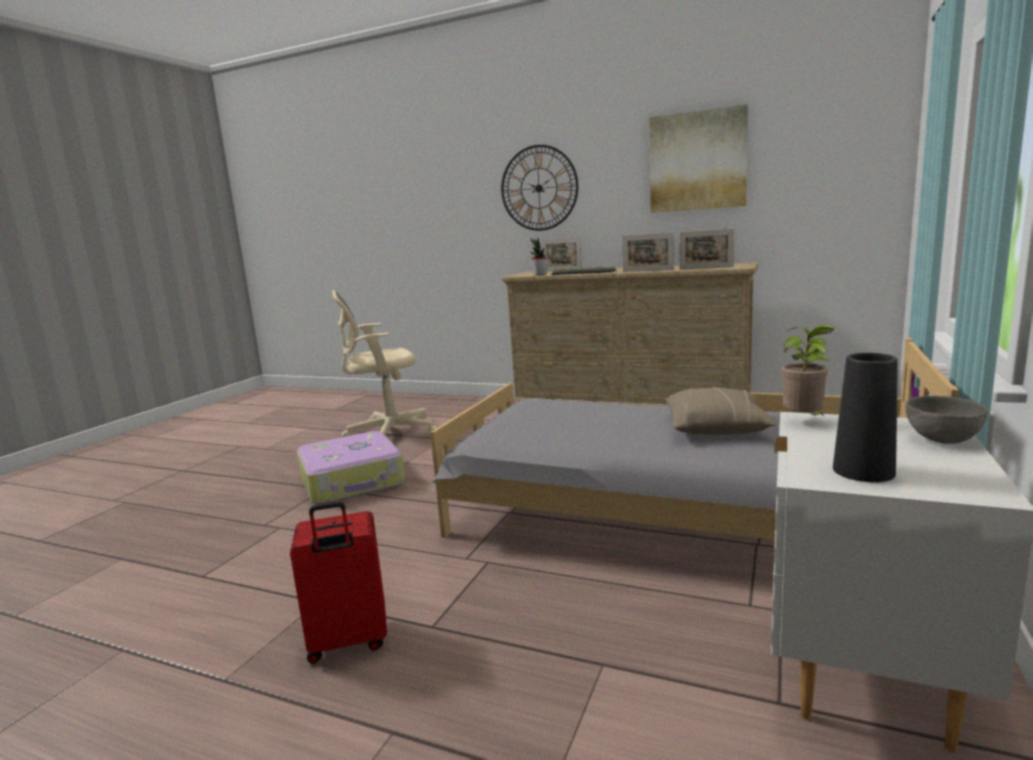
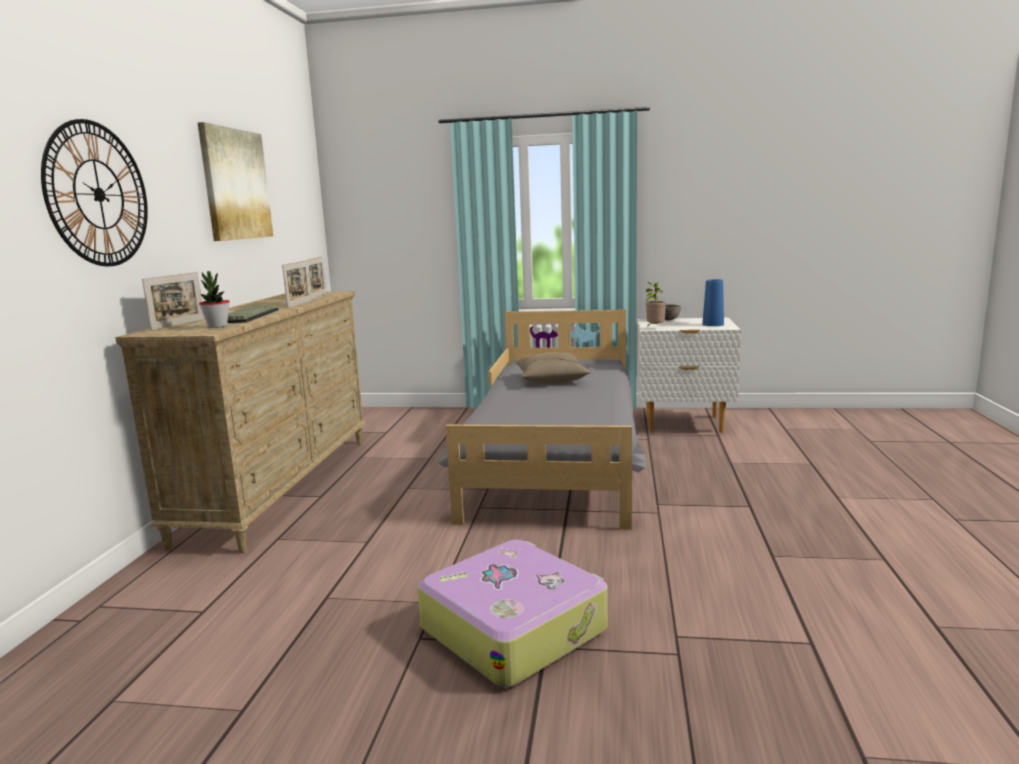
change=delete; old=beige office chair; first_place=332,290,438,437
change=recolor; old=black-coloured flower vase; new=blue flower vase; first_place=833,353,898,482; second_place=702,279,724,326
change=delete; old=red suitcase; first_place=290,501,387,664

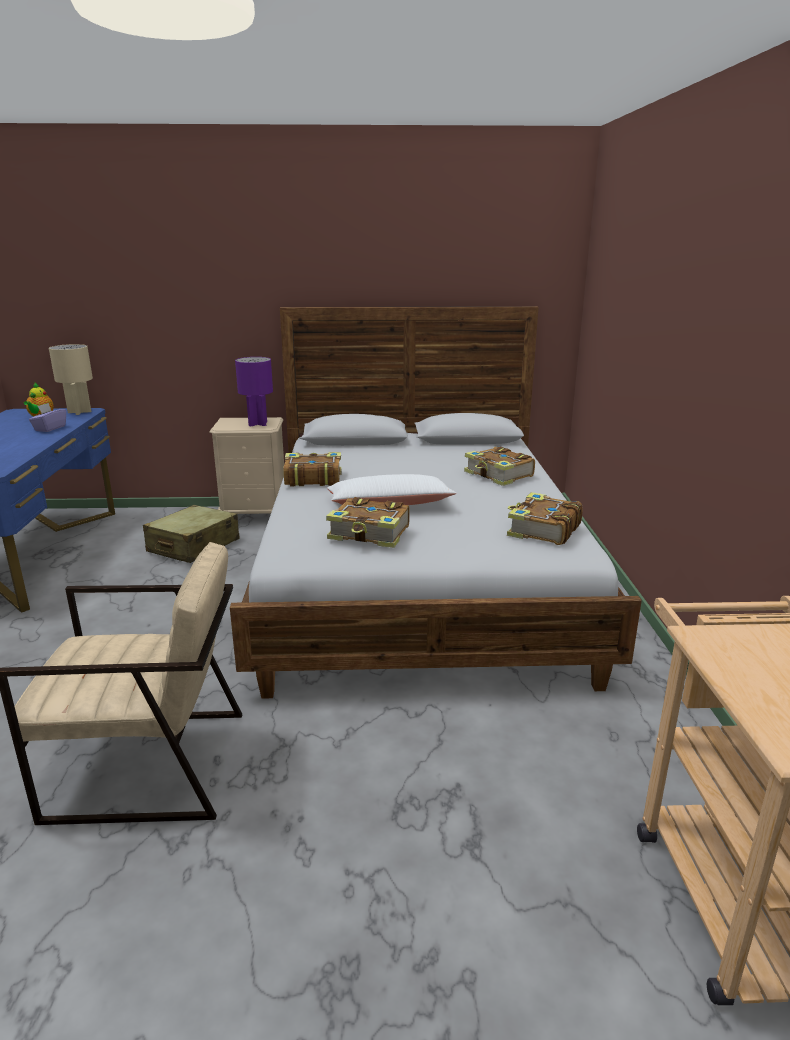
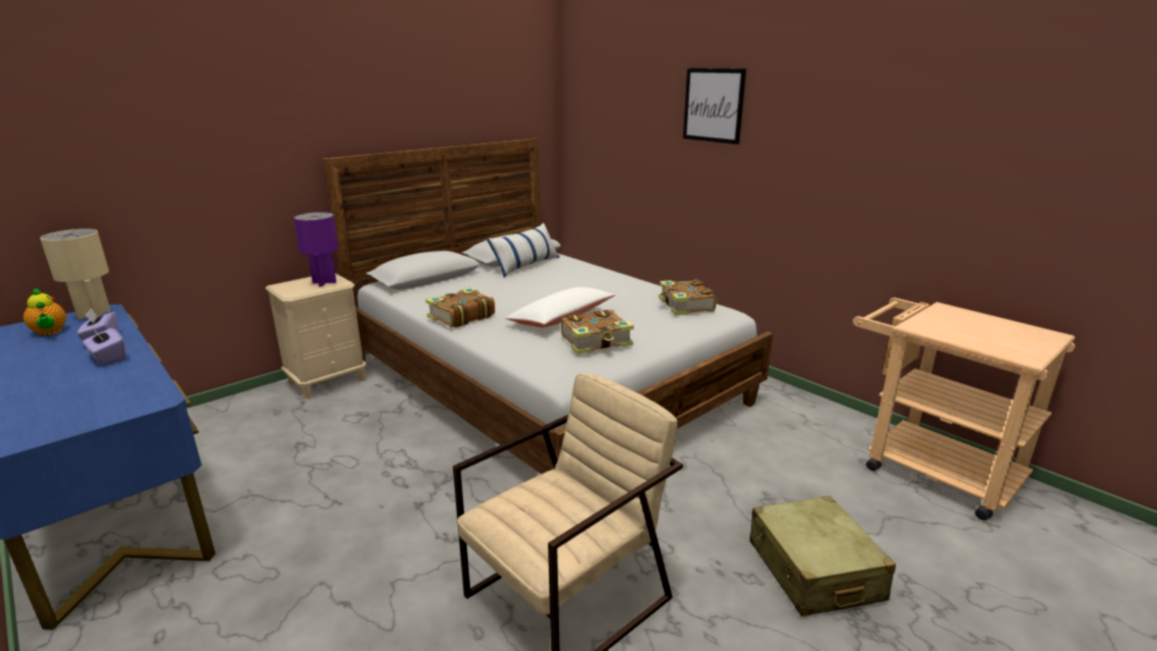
change=delete; old=volume; first_place=464,446,535,486
change=move; old=beige suitcase; first_place=143,505,240,563; second_place=750,496,896,616
change=insert; new=picture; second_place=683,68,746,144
change=insert; new=cushion; second_place=486,223,560,277
change=insert; new=purple-coloured tissue holder; second_place=83,327,126,366

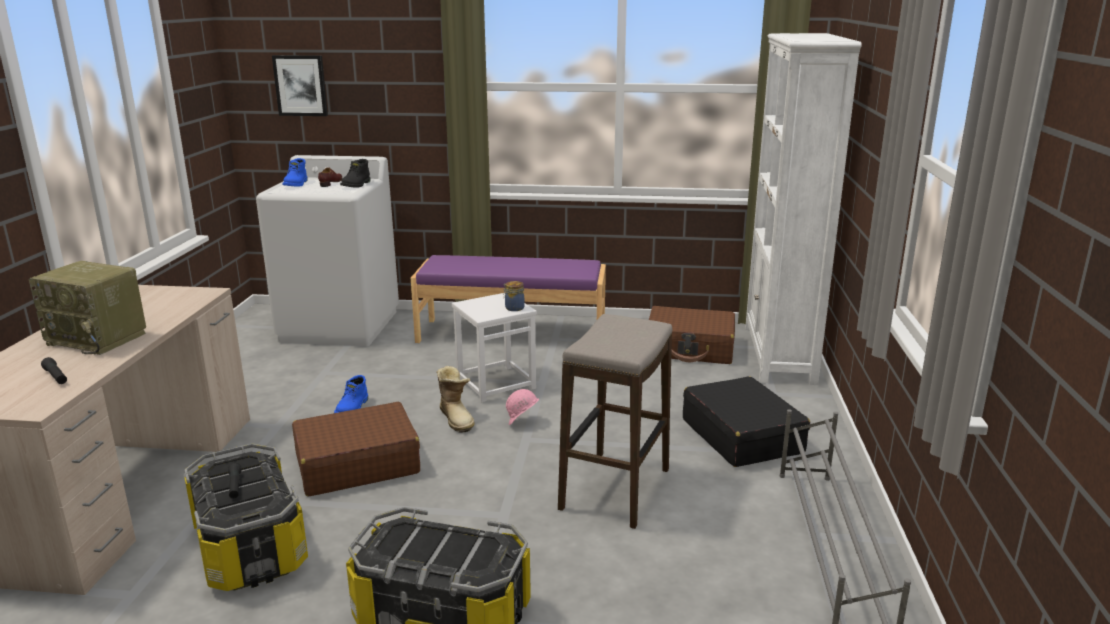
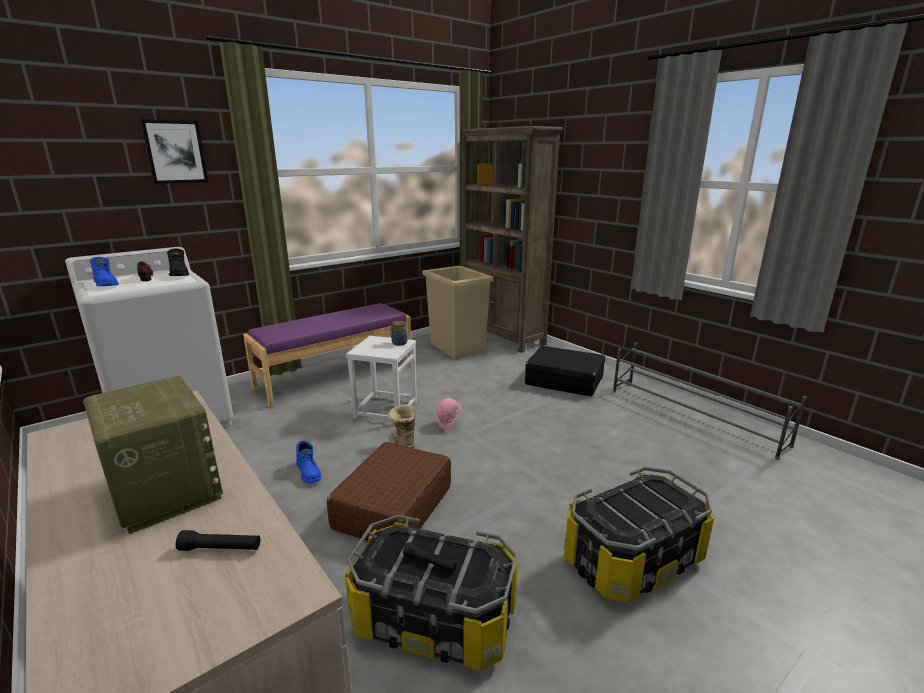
change=recolor; old=whitish bookshelf; new=brown-coloured bookshelf; first_place=745,33,862,385; second_place=462,126,563,353
change=move; old=picture; first_place=272,55,328,116; second_place=140,119,208,184
change=rotate; old=radio set; first_place=29,261,146,355; second_place=83,375,223,534; degrees=-105
change=replace; old=brown-coloured suitcase; new=beige trash can; first_place=649,306,735,364; second_place=422,266,493,359
change=delete; old=stool seat; first_place=558,314,672,529
change=rotate; old=tall boot; first_place=436,366,475,433; second_place=388,404,415,448; degrees=-120

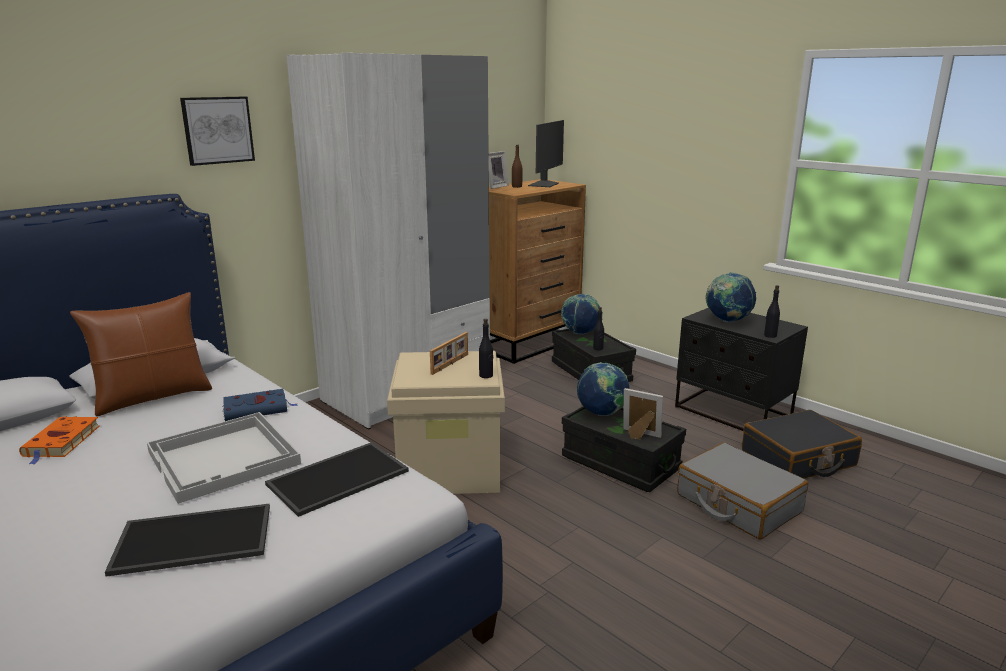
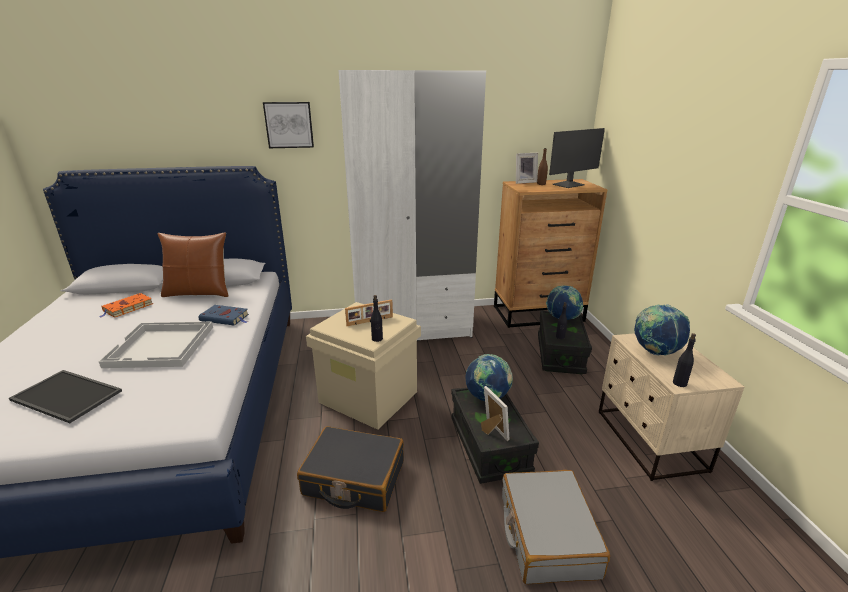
change=recolor; old=black-coloured bedside table; new=beige bedside table; first_place=675,308,808,431; second_place=599,333,744,481
change=move; old=black-coloured suitcase; first_place=742,410,862,478; second_place=297,426,404,512
change=delete; old=tray; first_place=265,442,409,517

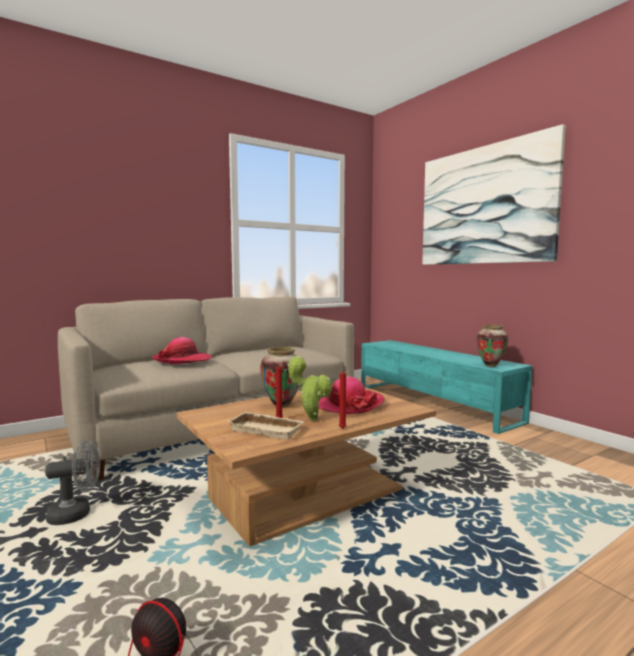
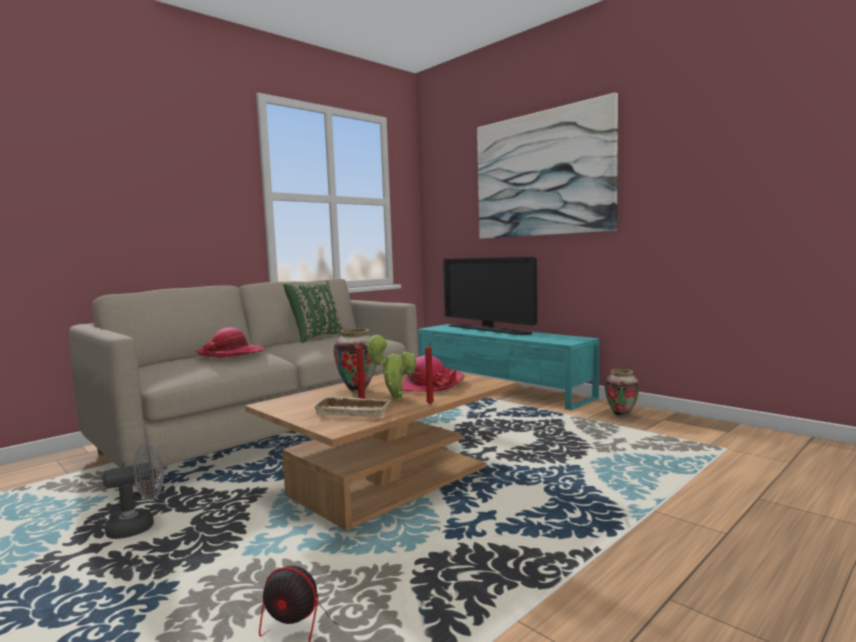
change=move; old=flower vase; first_place=477,325,508,367; second_place=604,369,640,417
change=insert; new=TV; second_place=443,257,537,335
change=insert; new=greenish cushion; second_place=283,280,343,343

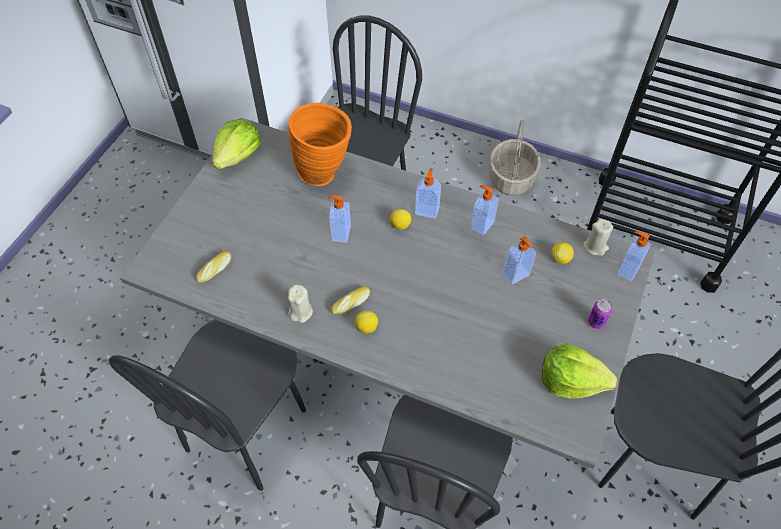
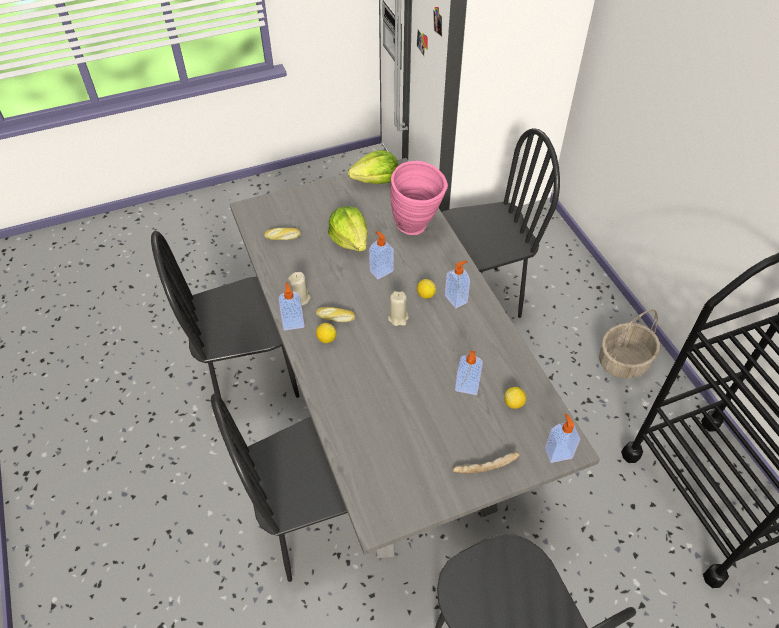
change=recolor; old=orange flower vase; new=pinkish flower vase; first_place=289,103,352,186; second_place=390,161,448,235
change=move; old=liquid soap bottle; first_place=471,185,499,236; second_place=278,282,305,330
change=move; old=beige candle; first_place=583,219,613,256; second_place=388,291,409,326
change=replace; old=metal can; new=baked bread; first_place=588,299,612,329; second_place=453,452,520,474
change=move; old=head of lettuce; first_place=542,343,617,398; second_place=328,206,368,252

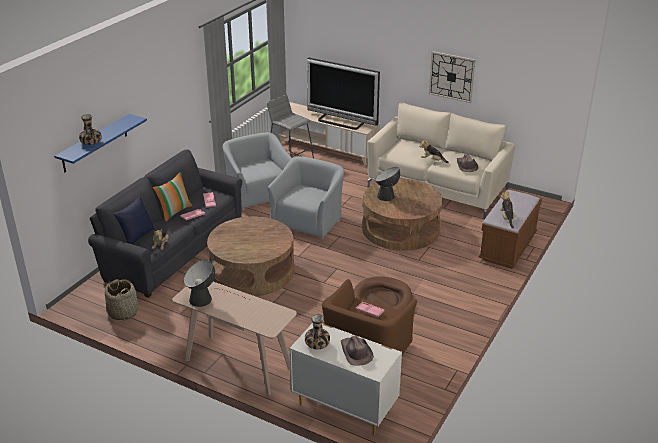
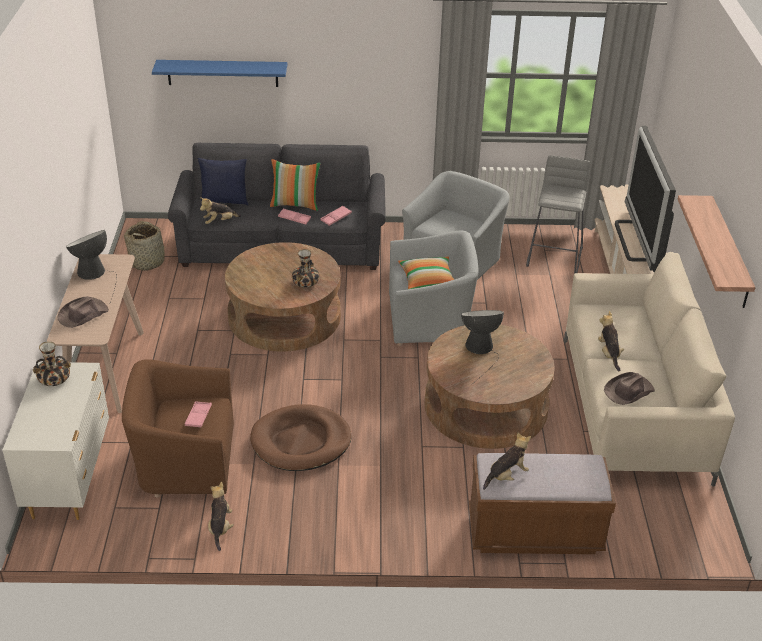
change=replace; old=clock on the wall; new=wall shelf; first_place=429,51,476,103; second_place=678,195,755,308
change=move; old=flower vase; first_place=79,114,102,145; second_place=292,249,319,287
change=move; old=brown-coloured wearable hat; first_place=341,336,374,365; second_place=58,296,109,328
change=insert; new=cushion; second_place=398,257,454,289
change=insert; new=soft toy; second_place=208,482,234,551

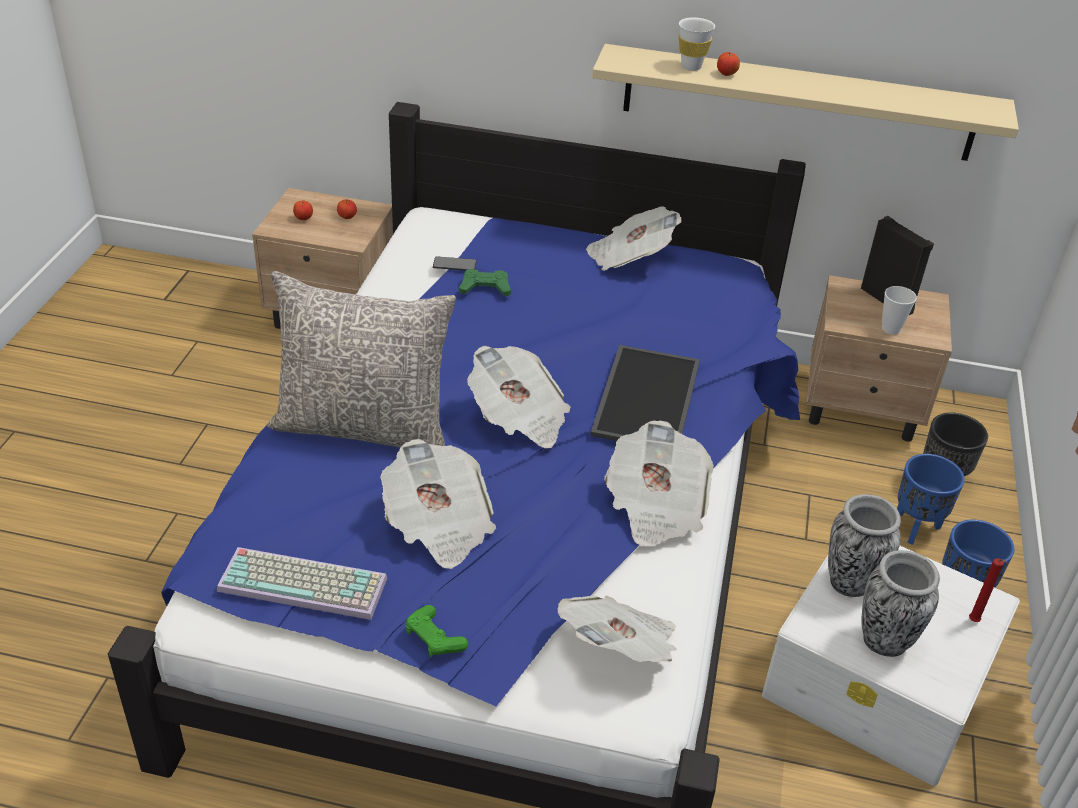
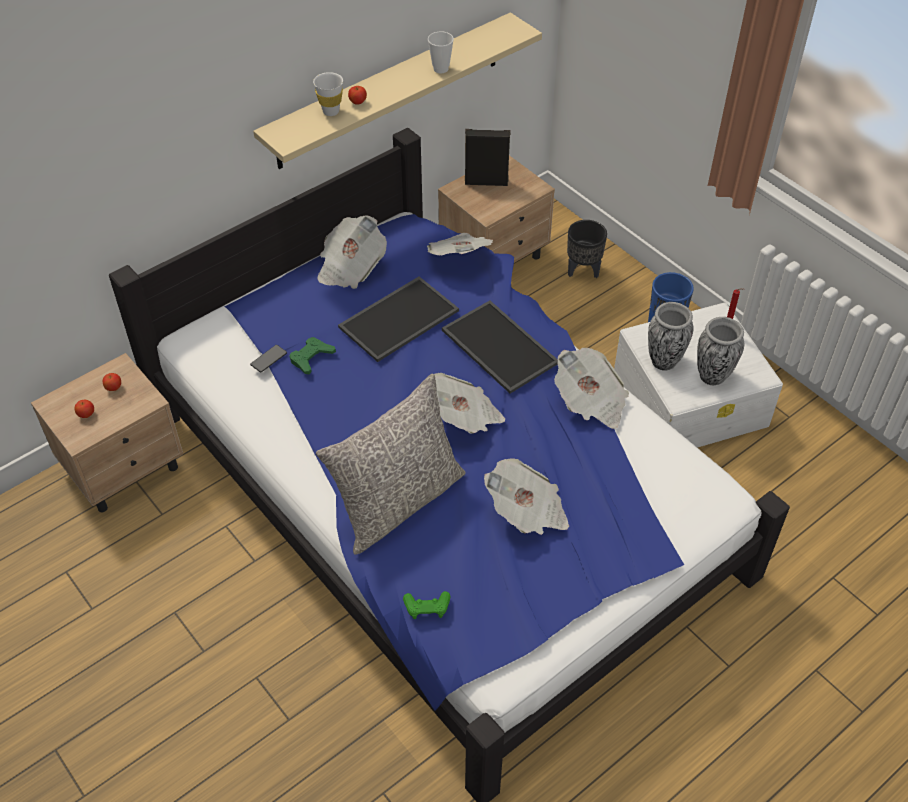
change=move; old=small cup; first_place=882,286,917,334; second_place=428,32,454,73
change=delete; old=blue planter; first_place=897,454,965,545
change=delete; old=PC keyboard; first_place=217,547,387,620
change=move; old=printed paper; first_place=558,596,677,662; second_place=427,233,493,255
change=move; old=greenish joypad; first_place=406,605,468,657; second_place=403,591,451,619
change=insert; new=tray; second_place=338,277,459,362

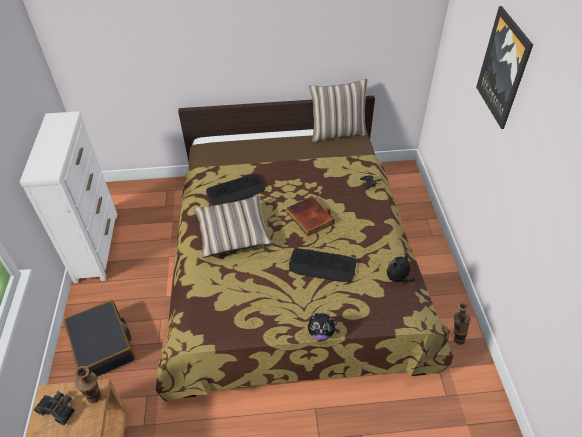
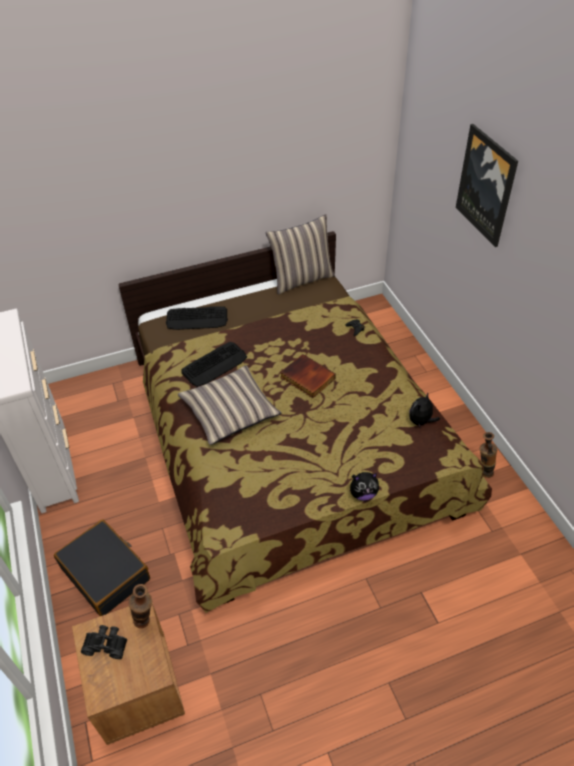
change=move; old=PC keyboard; first_place=289,248,356,282; second_place=166,306,228,330

